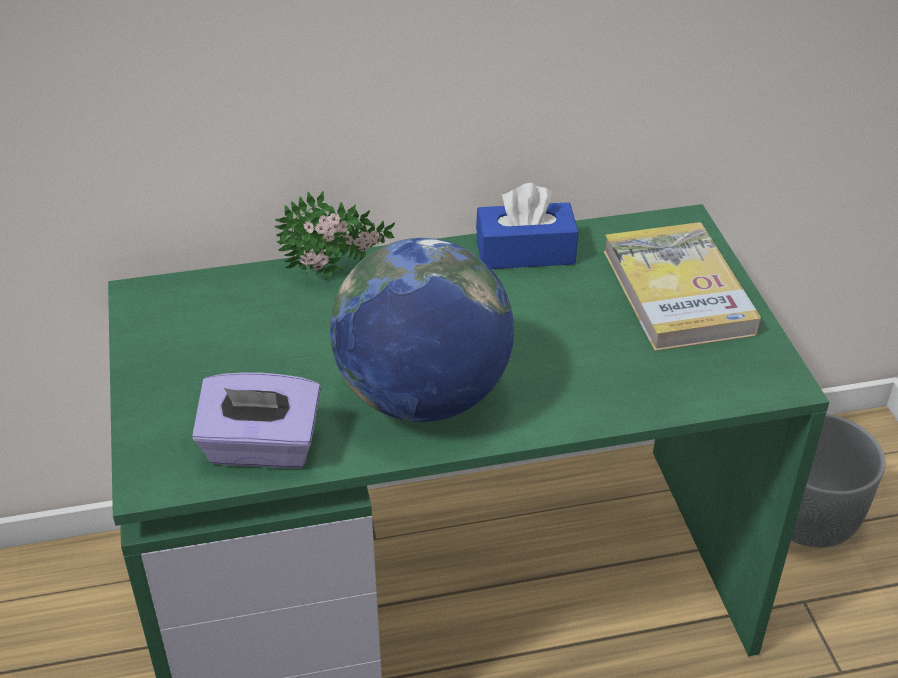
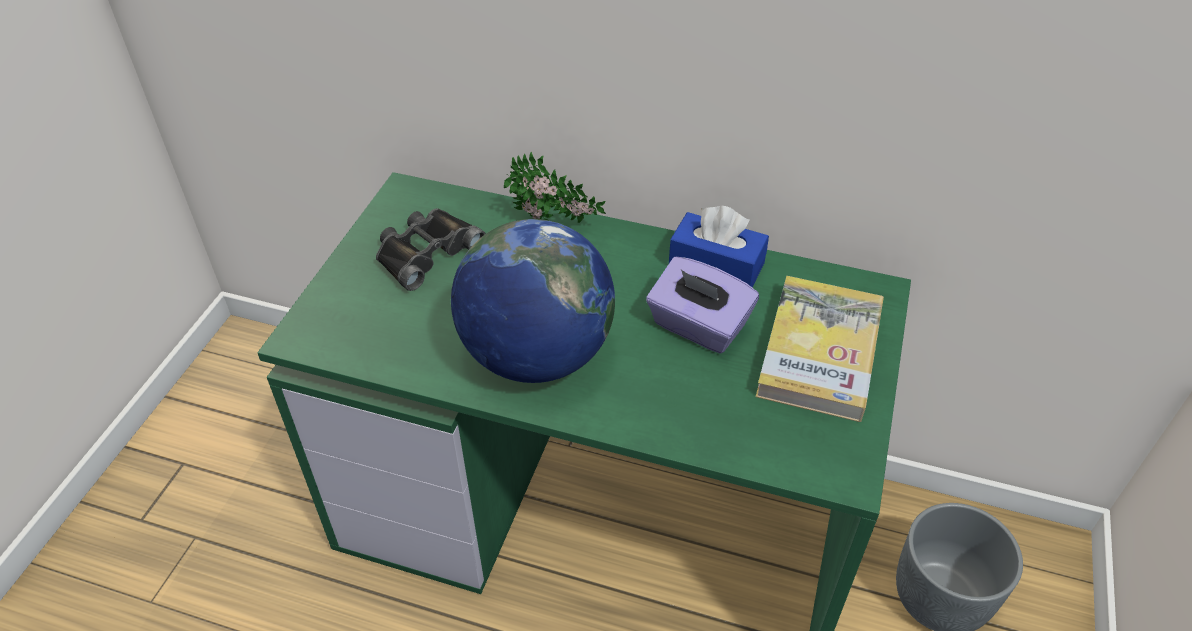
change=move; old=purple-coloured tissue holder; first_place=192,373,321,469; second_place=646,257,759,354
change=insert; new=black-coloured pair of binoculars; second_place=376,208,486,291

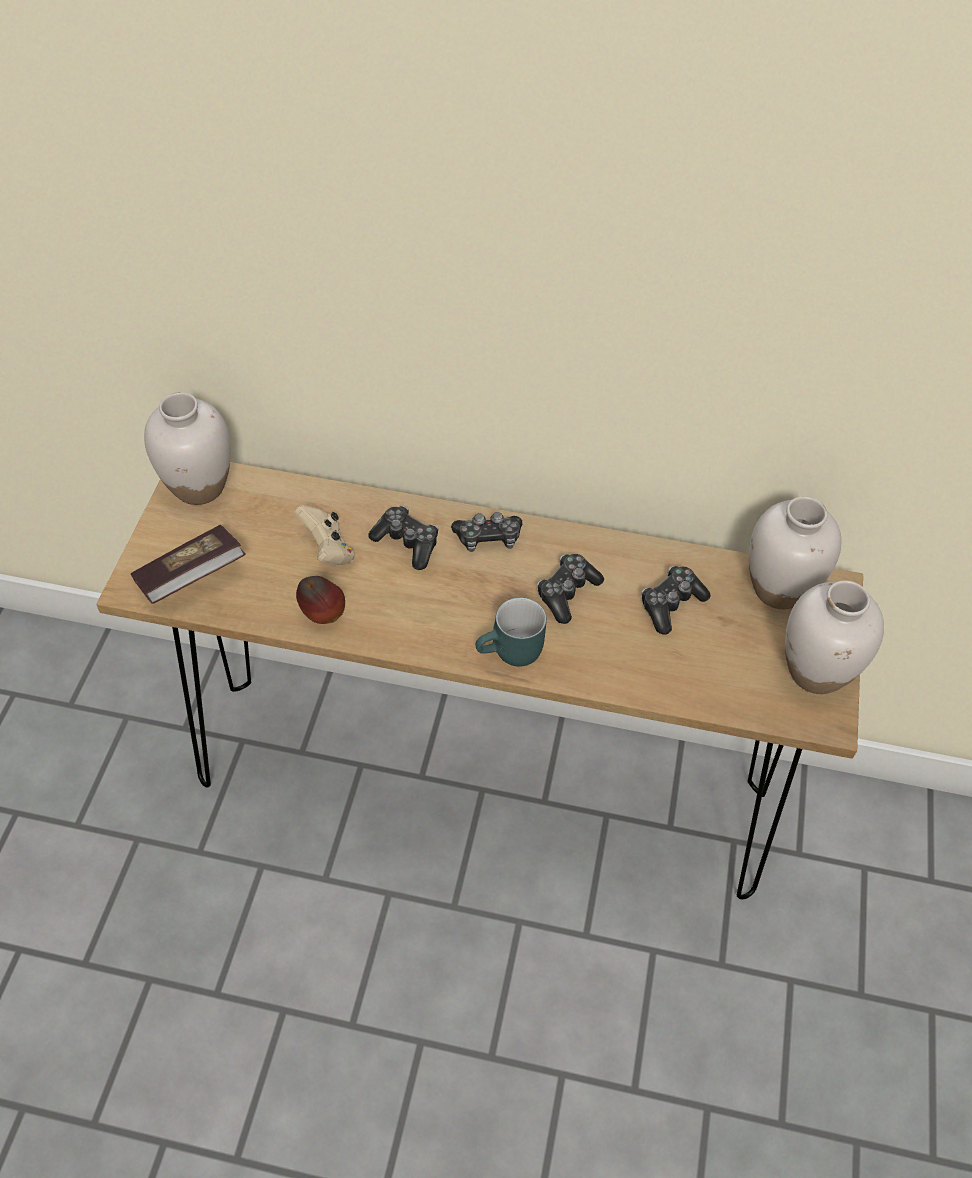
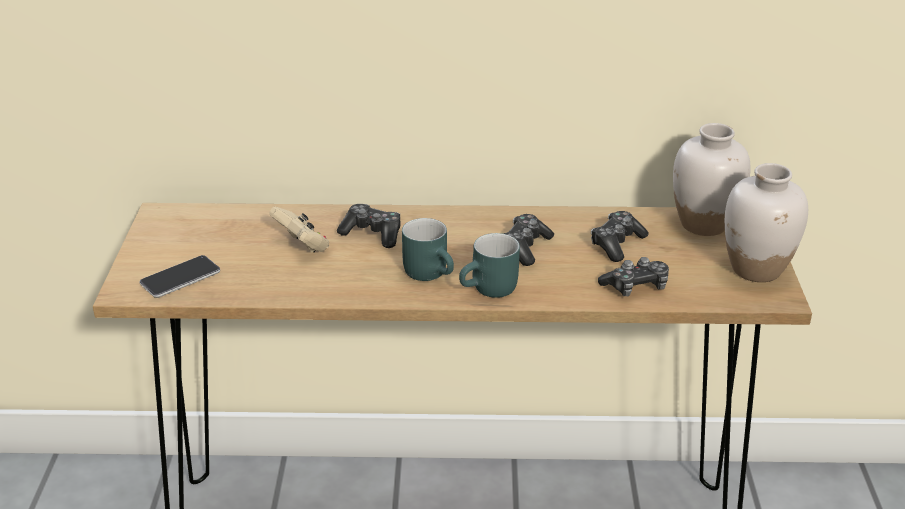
change=delete; old=whitish flower vase; first_place=144,392,230,505
change=move; old=joypad; first_place=451,512,522,552; second_place=598,257,669,296
change=replace; old=volume; new=phone; first_place=131,525,246,604; second_place=140,255,220,298
change=delete; old=apple fruit; first_place=296,576,345,624
change=insert; new=turquoise-coloured coffee mug; second_place=402,218,454,281

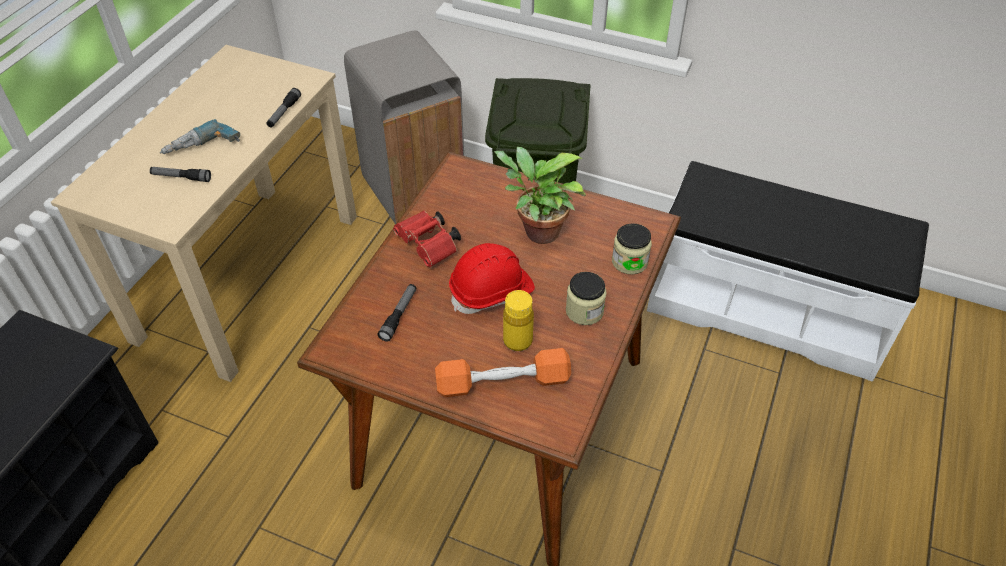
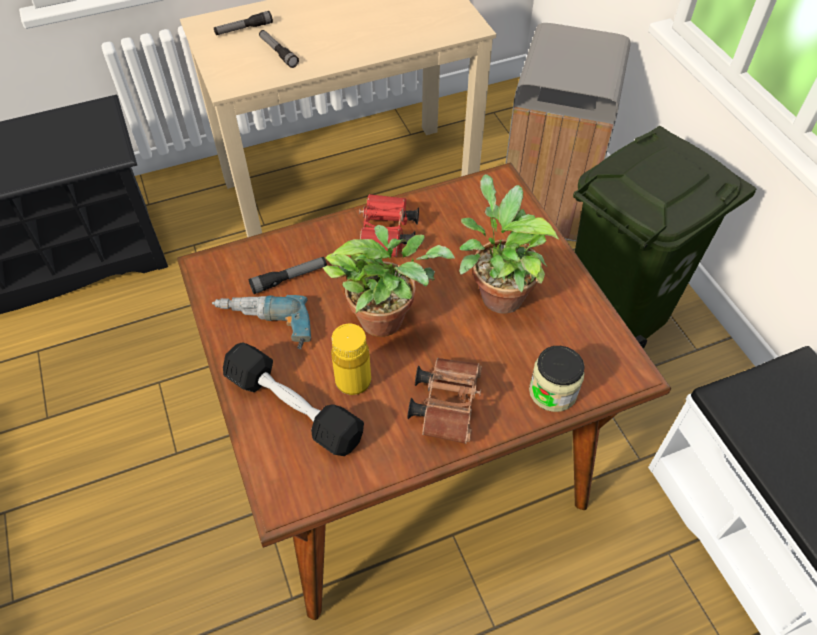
change=move; old=flashlight; first_place=266,88,301,127; second_place=214,11,273,35
change=move; old=drill; first_place=160,119,240,154; second_place=212,295,311,349
change=replace; old=red work helmet; new=plant in a pot; first_place=449,243,535,314; second_place=323,225,455,337
change=replace; old=jar; new=brown-coloured pair of binoculars; first_place=566,272,606,325; second_place=408,358,482,444
change=recolor; old=orange hand weight; new=black-coloured hand weight; first_place=435,348,571,397; second_place=223,342,364,456

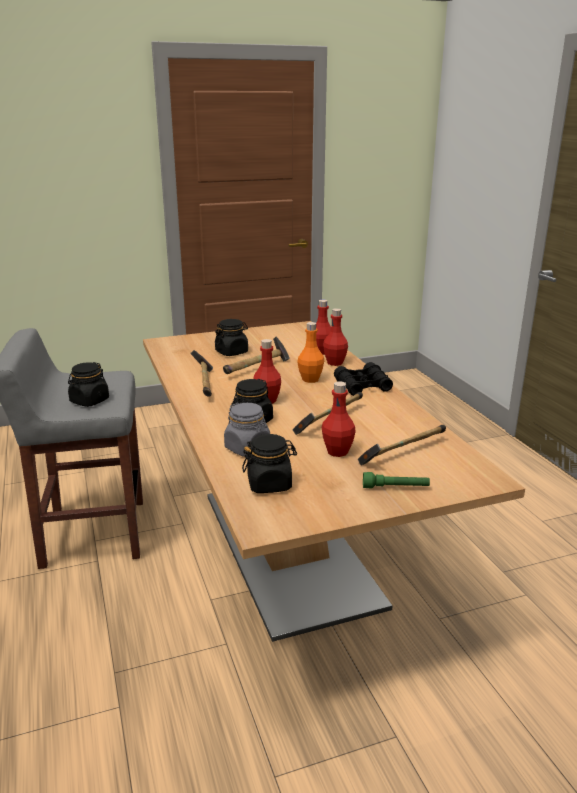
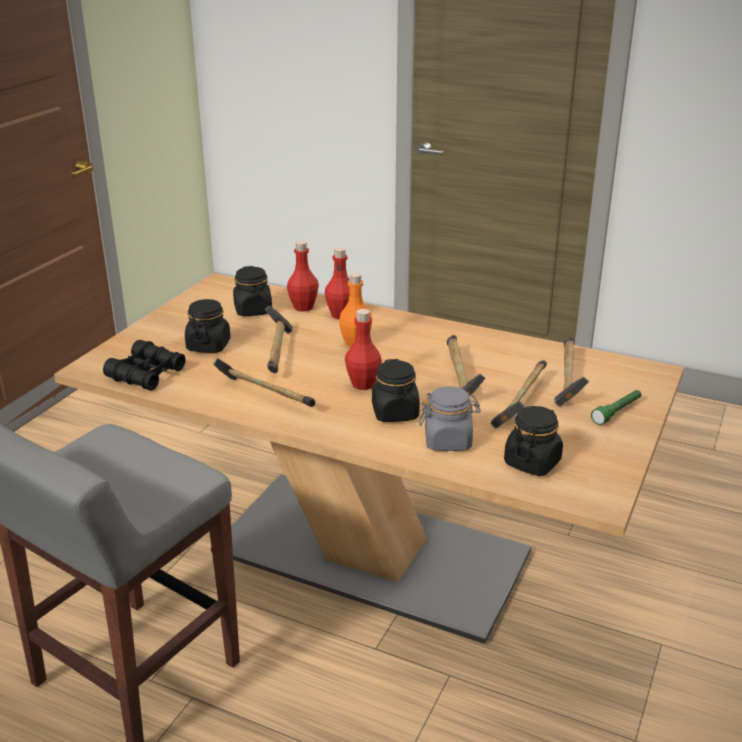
change=move; old=black-coloured jar; first_place=68,362,109,407; second_place=233,266,272,316
change=move; old=black-coloured pair of binoculars; first_place=334,362,393,396; second_place=103,340,186,391
change=replace; old=red drink bottle; new=tool hammer; first_place=322,381,356,457; second_place=491,360,547,428

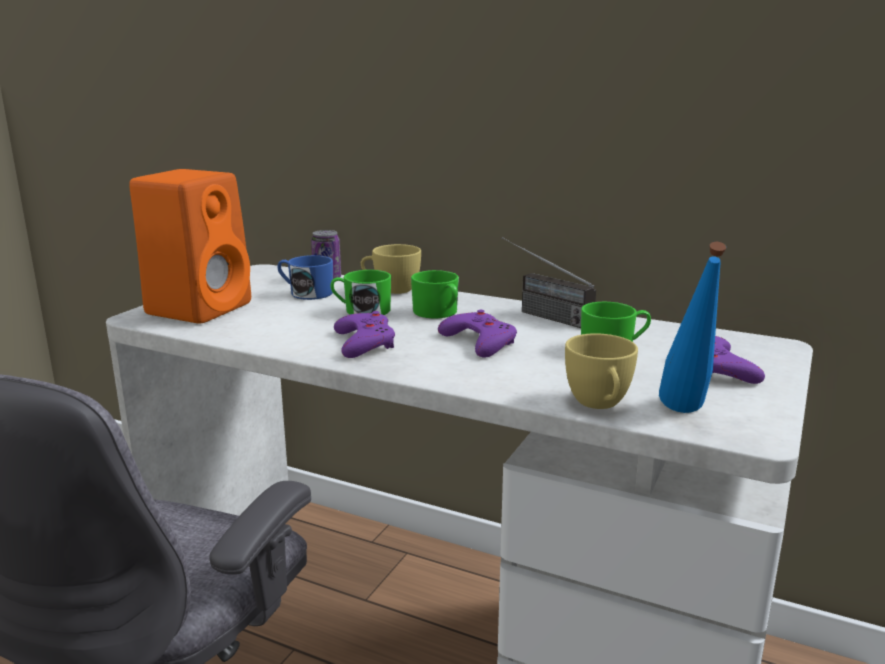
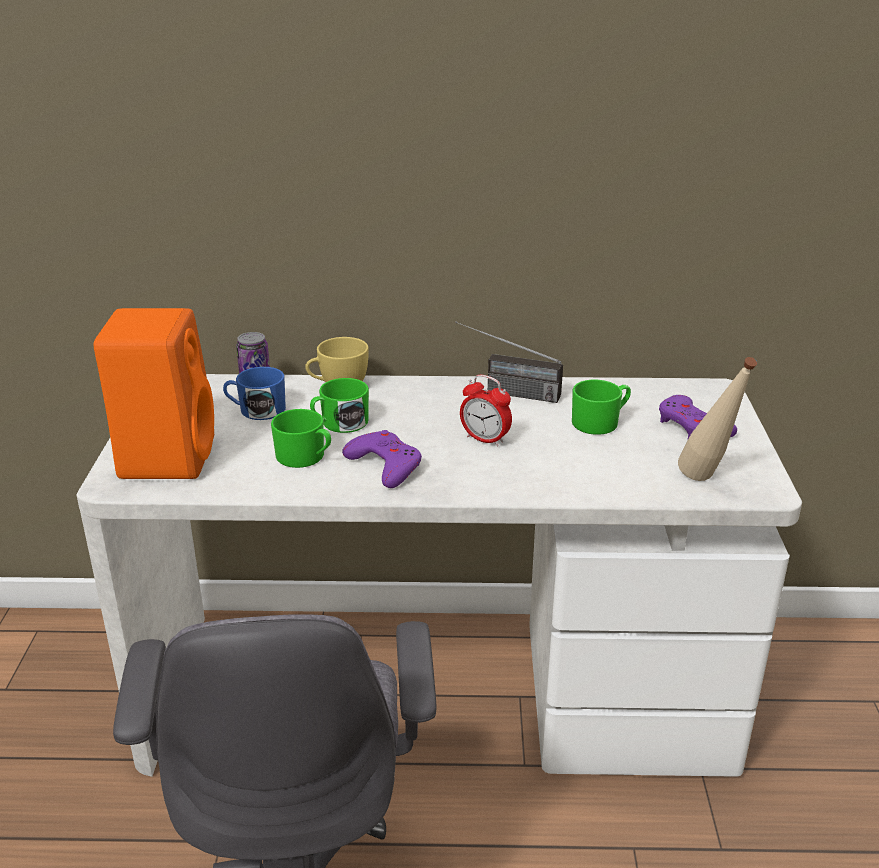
change=recolor; old=blue drink bottle; new=beige drink bottle; first_place=659,242,726,413; second_place=678,357,757,481
change=move; old=greenish coffee mug; first_place=411,270,459,318; second_place=271,409,331,468
change=replace; old=purple-coloured joypad; new=table clock; first_place=438,310,517,358; second_place=460,375,512,446
change=delete; old=yellow-coloured small cup; first_place=565,333,638,409

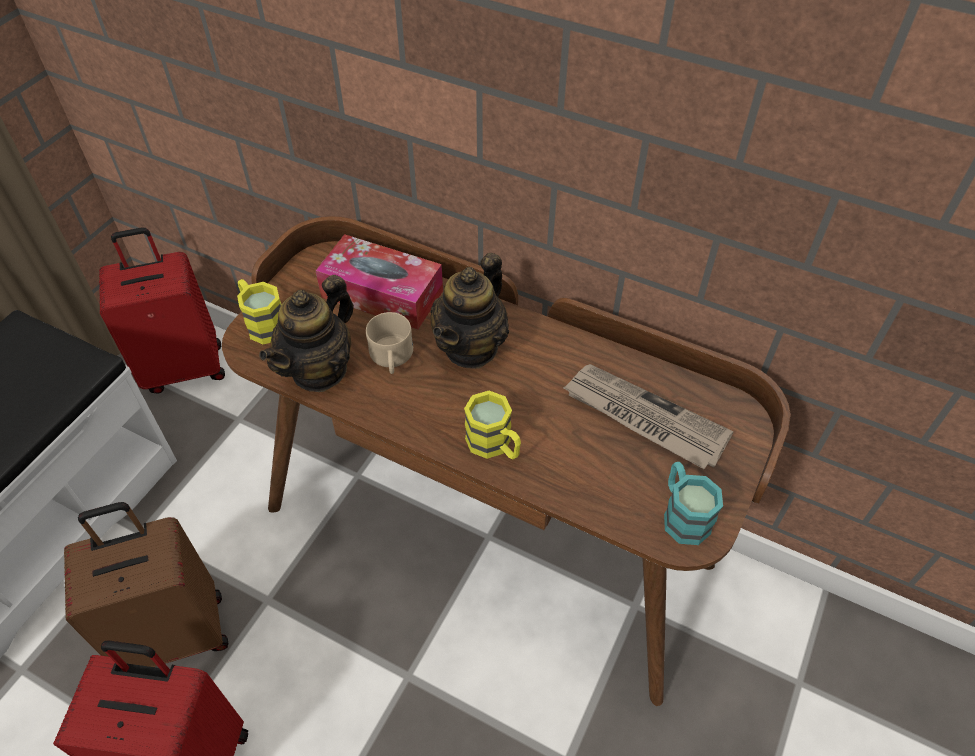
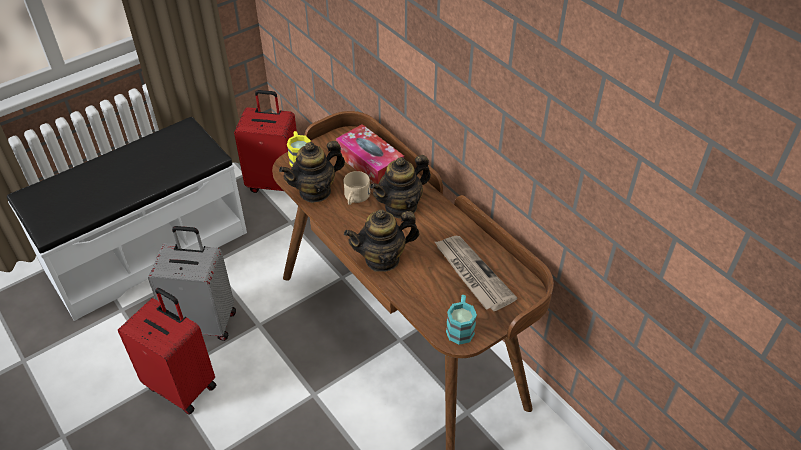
change=replace; old=yellow-coloured coffee mug; new=tea pot; first_place=464,391,521,459; second_place=344,209,419,272
change=recolor; old=brown-coloured suitcase; new=gray suitcase; first_place=64,502,228,667; second_place=148,226,236,341

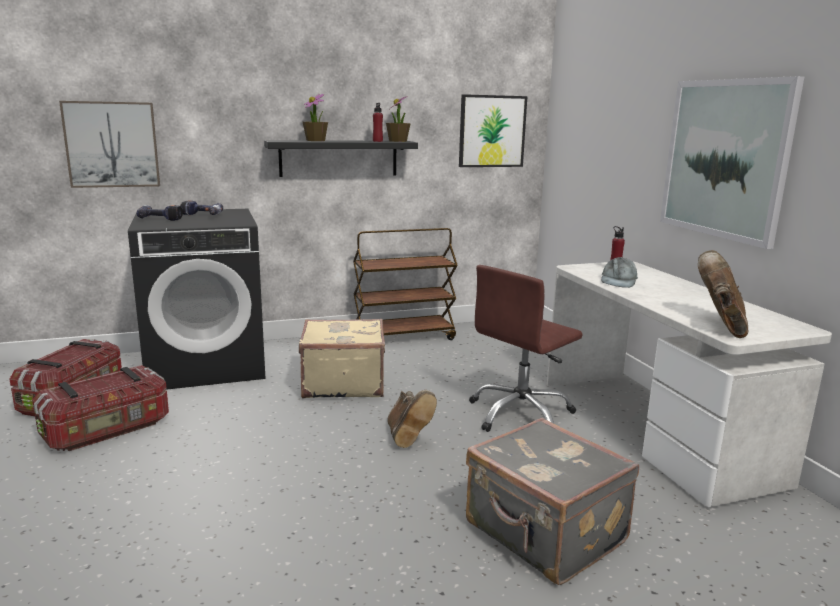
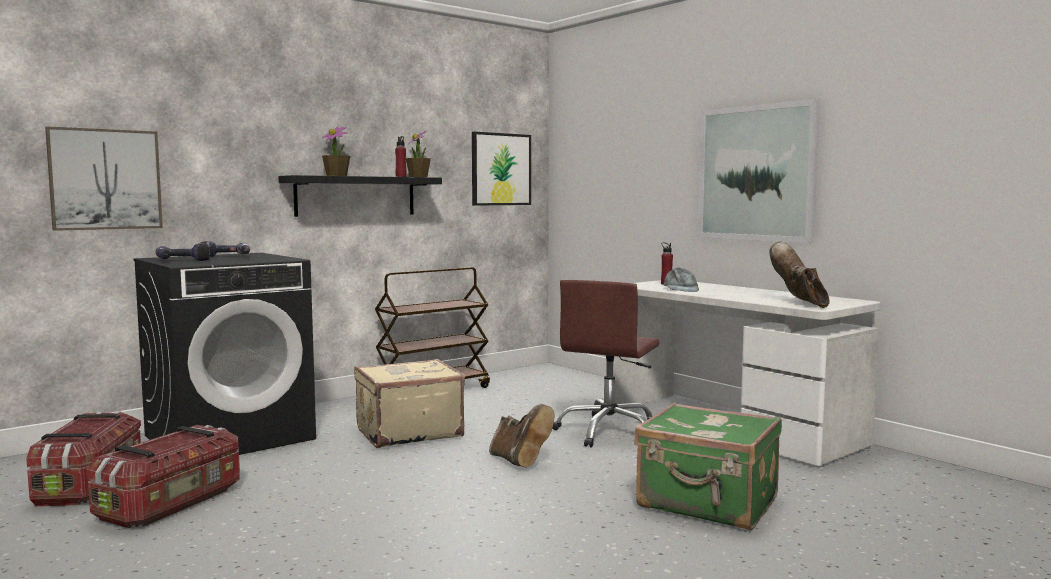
change=recolor; old=gray suitcase; new=greenish suitcase; first_place=466,418,639,585; second_place=634,403,782,530

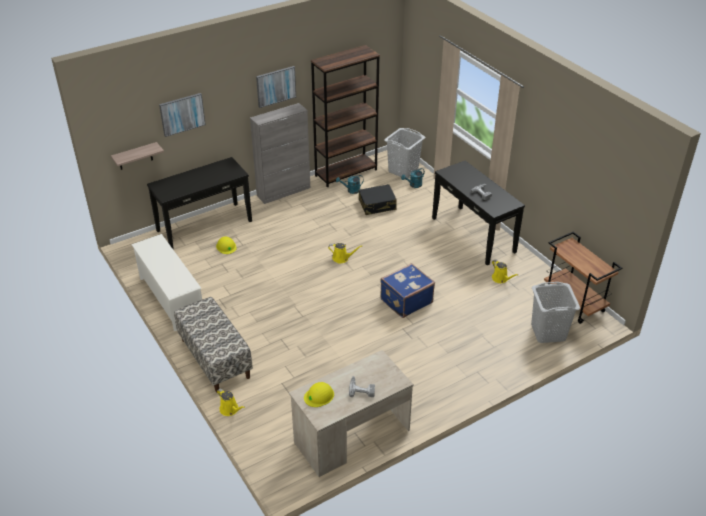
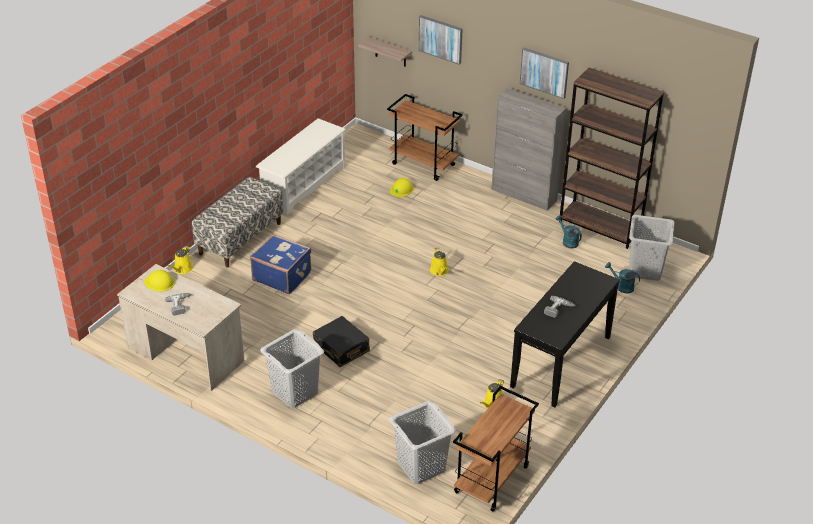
change=replace; old=black-coloured hall table; new=brown-coloured cart; first_place=147,157,252,249; second_place=387,94,463,181
change=move; old=black-coloured suitcase; first_place=359,184,397,215; second_place=313,316,370,367
change=move; old=blue suitcase; first_place=380,263,435,318; second_place=250,234,311,294
change=insert; new=gray laundry basket; second_place=260,329,324,408

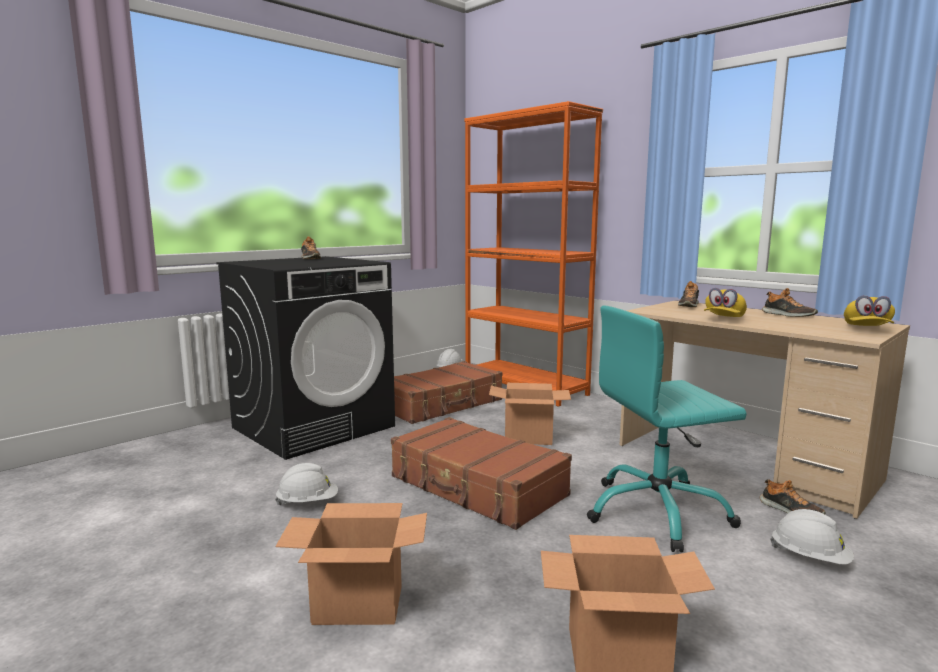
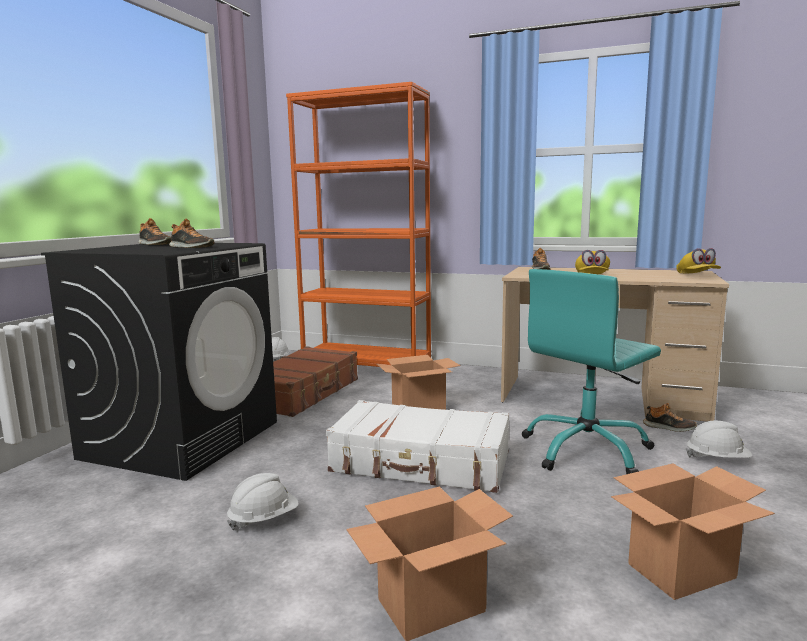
change=move; old=shoe; first_place=762,288,818,317; second_place=169,218,215,248
change=recolor; old=brown-coloured suitcase; new=whitish suitcase; first_place=391,417,572,530; second_place=326,400,509,493

